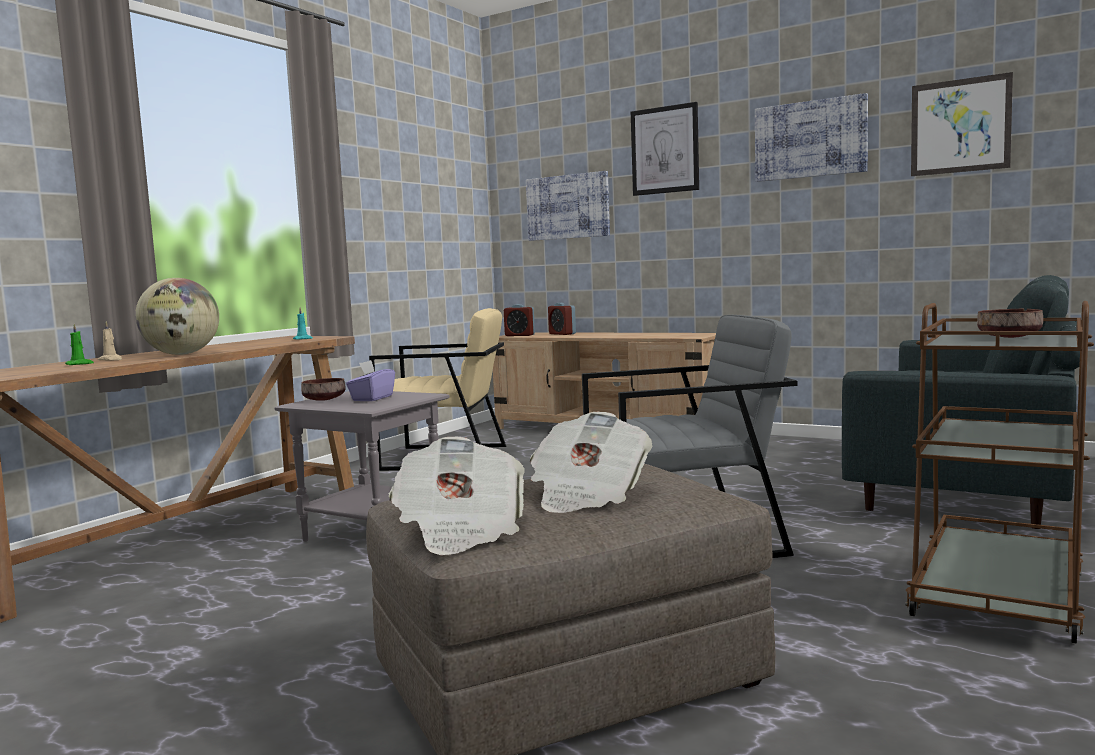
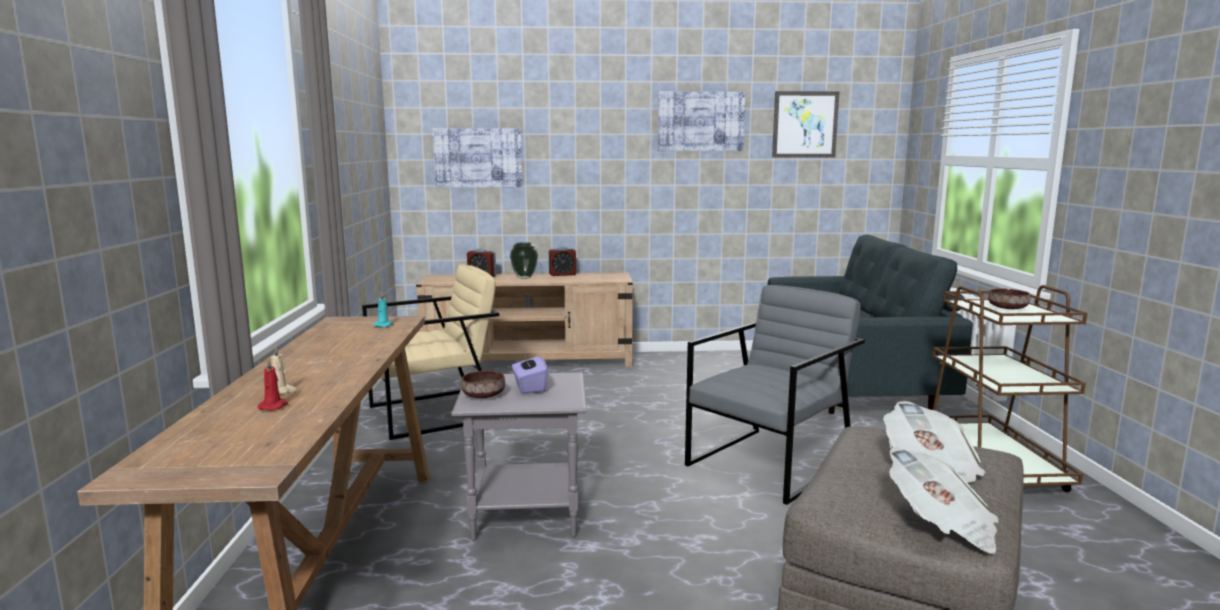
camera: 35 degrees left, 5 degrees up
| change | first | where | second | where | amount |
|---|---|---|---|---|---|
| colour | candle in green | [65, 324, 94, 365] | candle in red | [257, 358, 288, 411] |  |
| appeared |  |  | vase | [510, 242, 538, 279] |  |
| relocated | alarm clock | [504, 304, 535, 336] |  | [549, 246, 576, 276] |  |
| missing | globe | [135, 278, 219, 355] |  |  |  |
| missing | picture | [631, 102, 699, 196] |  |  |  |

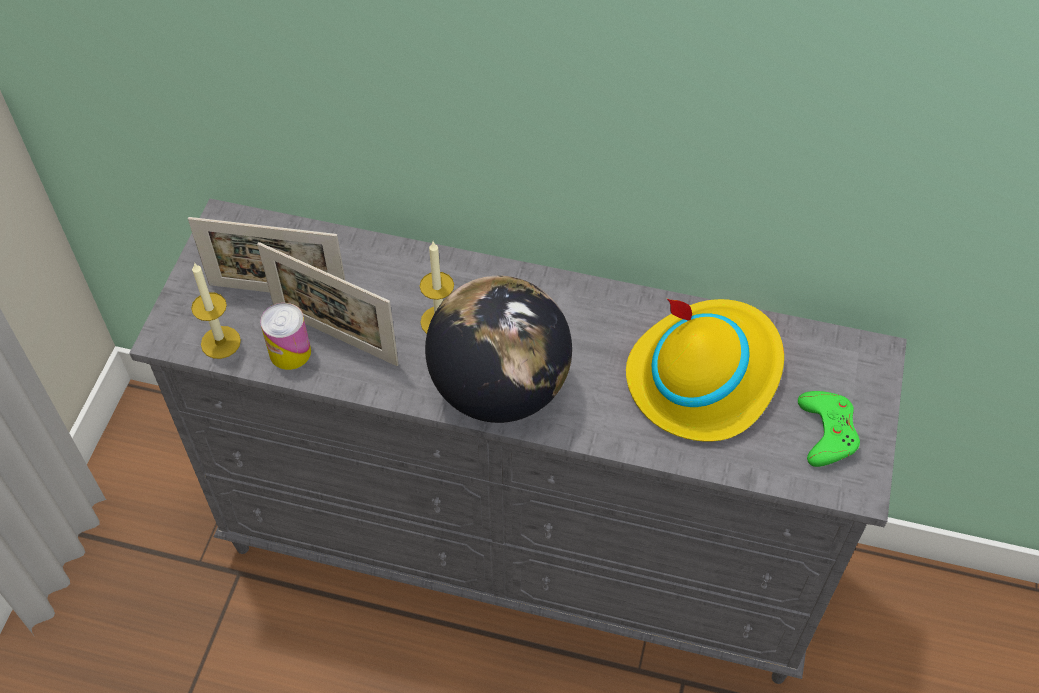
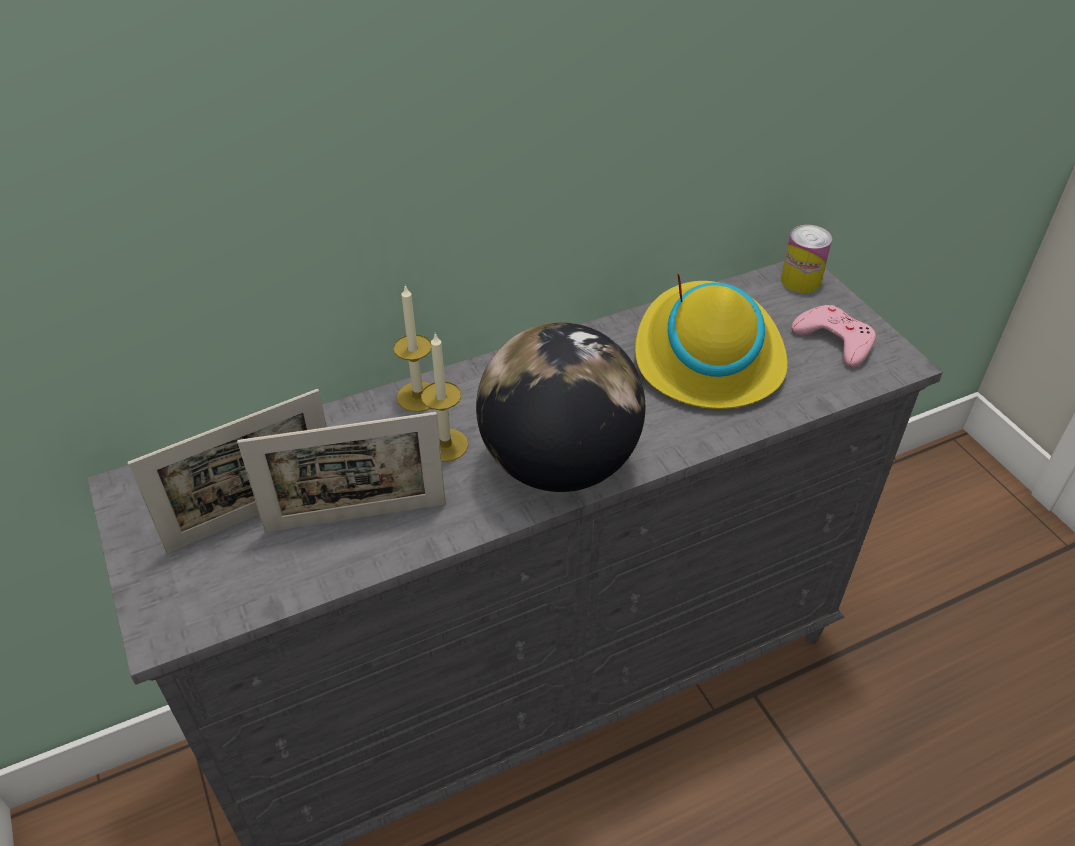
camera: 40 degrees left, 10 degrees down
| change | first | where | second | where | amount |
|---|---|---|---|---|---|
| relocated | candle | [191, 262, 241, 359] |  | [393, 284, 431, 412] |  |
| relocated | can | [260, 303, 311, 370] |  | [781, 225, 832, 293] |  |
| colour | game controller in green | [798, 391, 860, 467] | game controller in pink | [791, 305, 876, 367] |  |

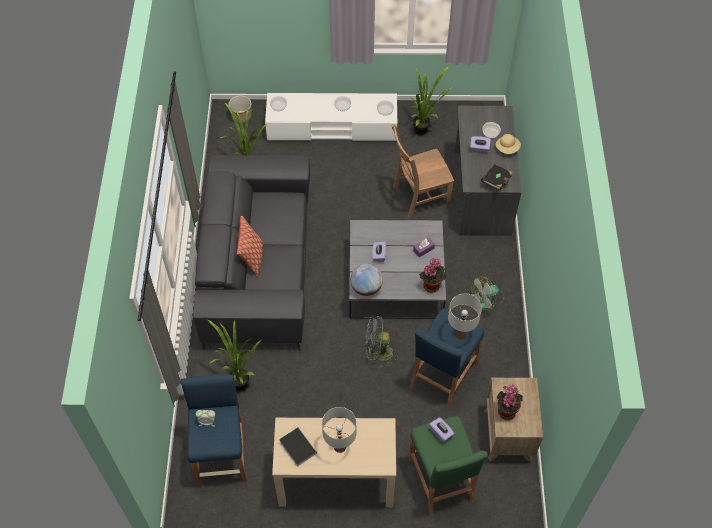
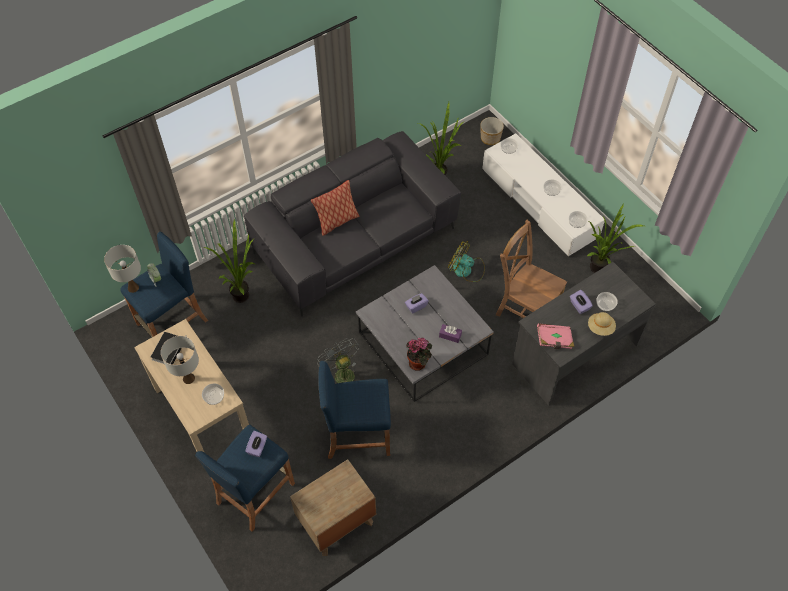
camera: 55 degrees right, 0 degrees up
| change | first | where | second | where | amount |
|---|---|---|---|---|---|
| relocated | table lamp in white | [448, 293, 482, 340] |  | [104, 245, 141, 293] |  |
| colour | stool in green | [408, 416, 488, 516] | stool in blue | [195, 425, 295, 532] |  |
| appeared |  |  | bowl | [202, 384, 224, 405] |  |
| relocated | fan | [472, 276, 504, 310] |  | [448, 241, 485, 282] |  |
| colour | book in black | [481, 164, 513, 190] | book in pink | [537, 323, 574, 349] |  |
| missing | globe | [350, 264, 383, 296] |  |  |  |
| missing | potted plant | [497, 384, 523, 420] |  |  |  |

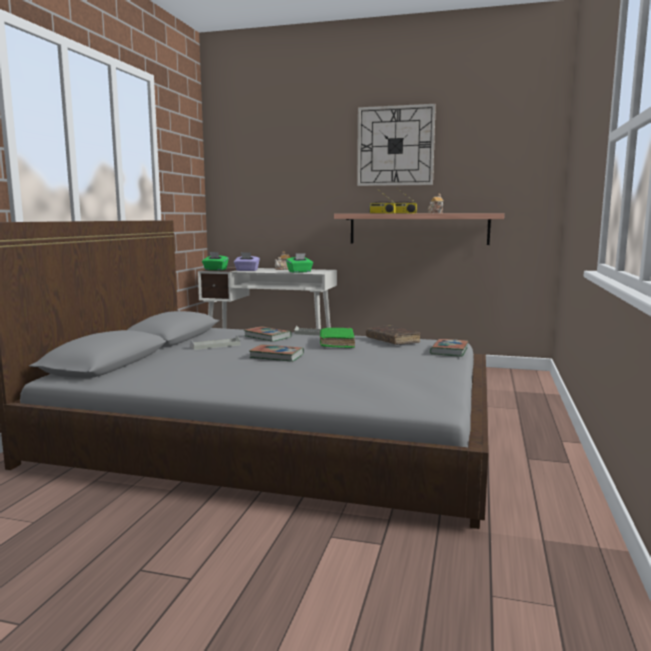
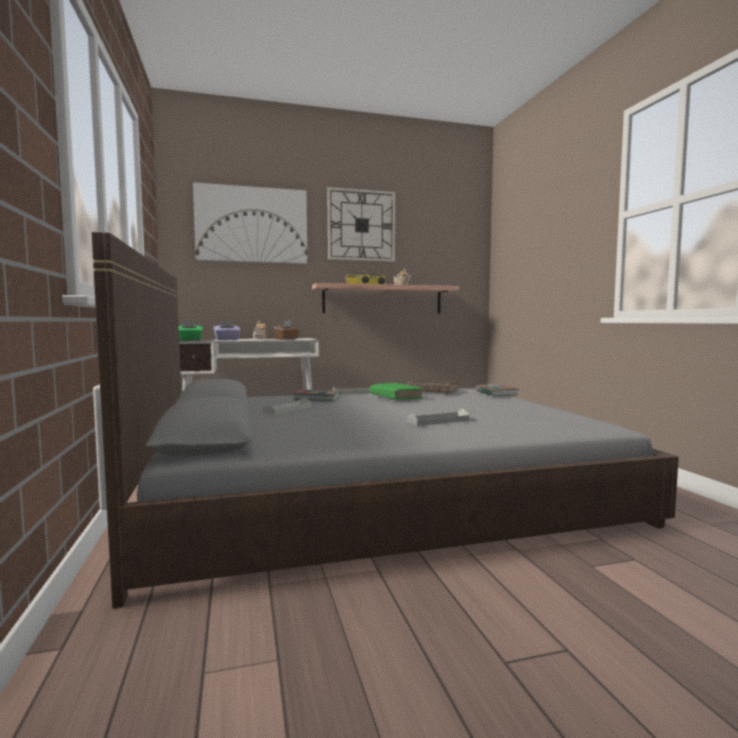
camera: 30 degrees left, 5 degrees down
| change | first | where | second | where | amount |
|---|---|---|---|---|---|
| appeared |  |  | picture | [193, 182, 307, 264] |  |
| colour | tissue box in green | [286, 253, 313, 273] | tissue box in brown | [273, 321, 300, 340] |  |
| appeared |  |  | tray in grey | [407, 409, 469, 426] |  |
| missing | book | [249, 344, 304, 362] |  |  |  |

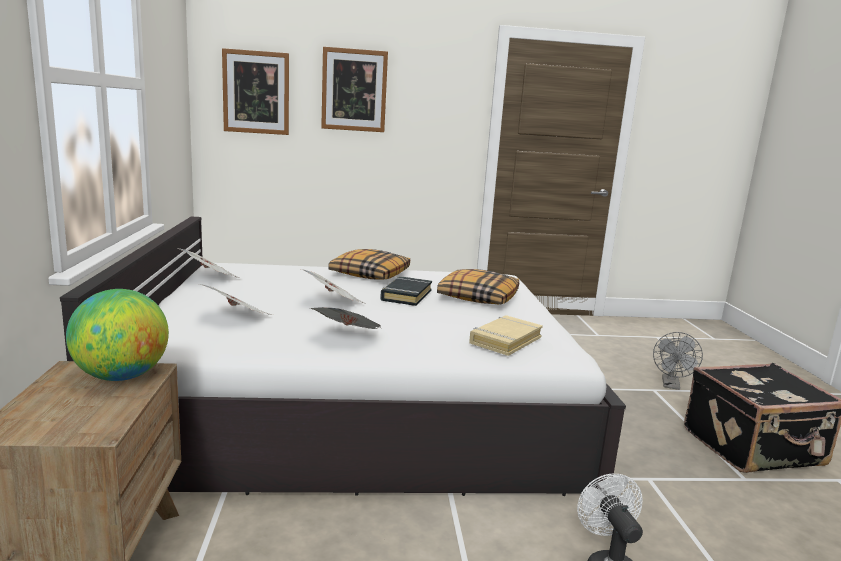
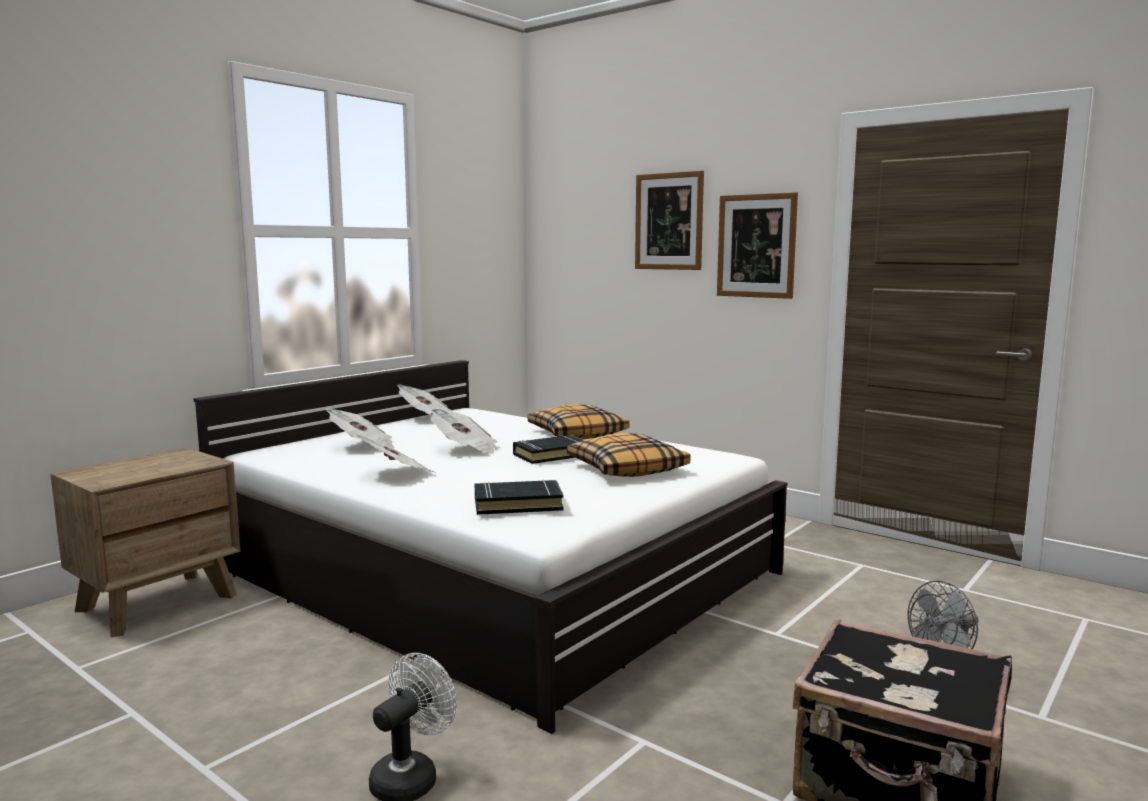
camera: 45 degrees right, 5 degrees down
| change | first | where | second | where | amount |
|---|---|---|---|---|---|
| colour | book in beige | [469, 315, 543, 356] | book in black | [475, 479, 564, 515] |  |
| relocated | picture | [222, 48, 289, 135] |  | [717, 192, 798, 299] |  |
| missing | globe | [66, 289, 169, 381] |  |  |  |

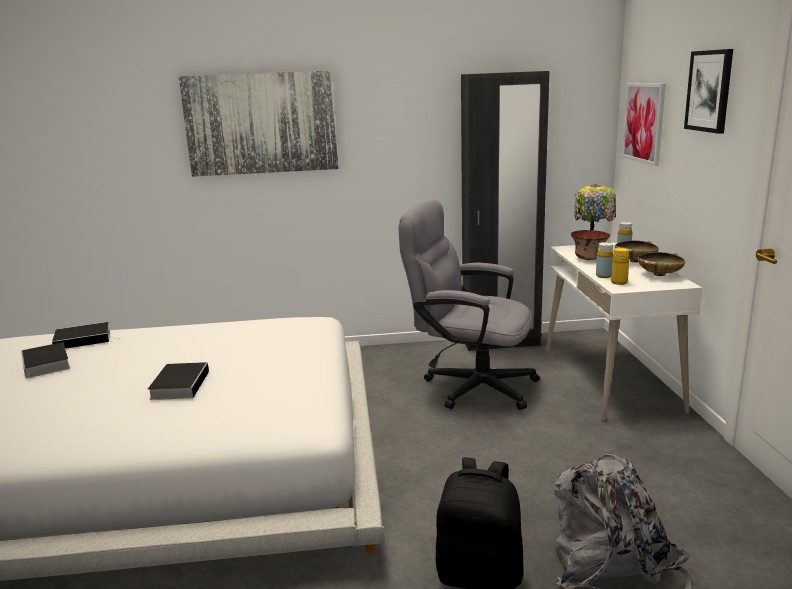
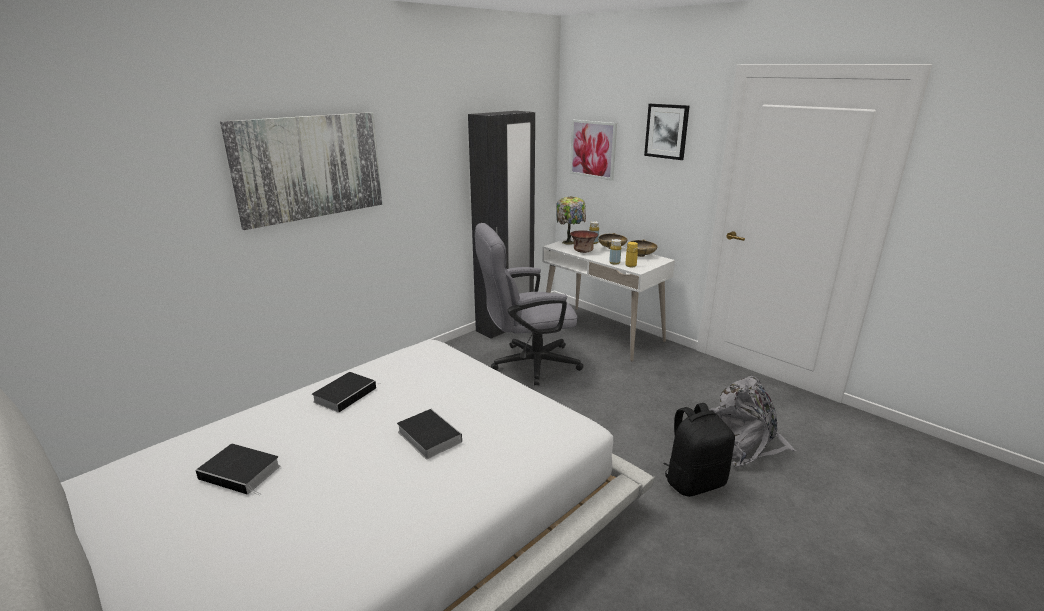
camera: 40 degrees left, 5 degrees up
| change | first | where | second | where | amount |
|---|---|---|---|---|---|
| relocated | book | [52, 322, 118, 349] |  | [312, 372, 381, 413] |  |

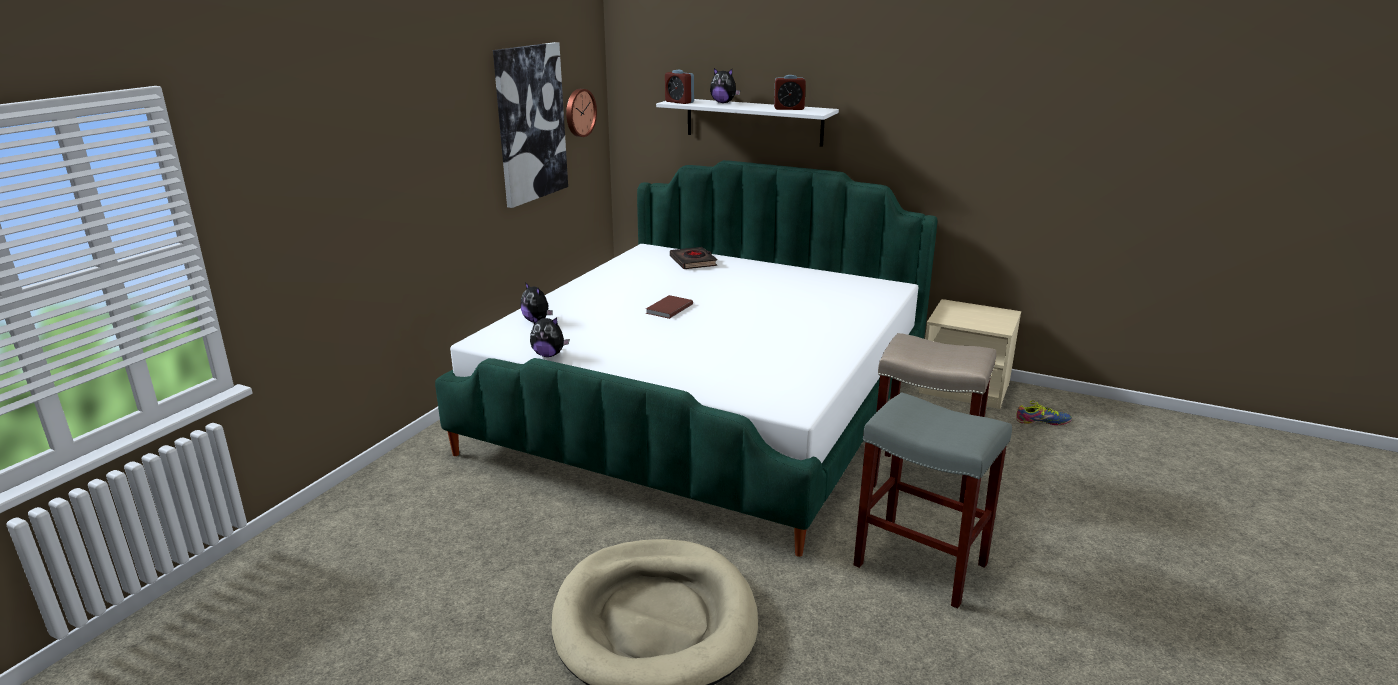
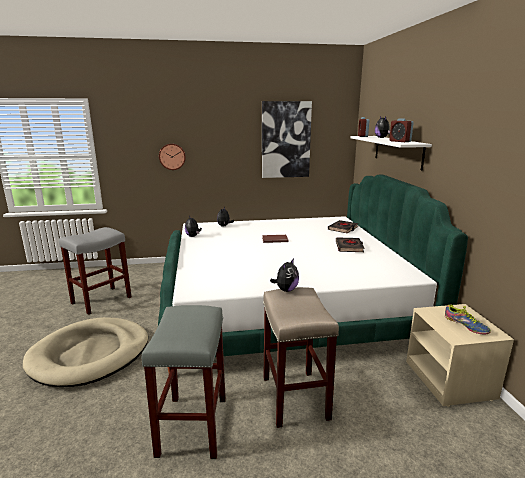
camera: 55 degrees right, 5 degrees down
| change | first | where | second | where | amount |
|---|---|---|---|---|---|
| appeared |  |  | stool in grey | [59, 227, 132, 315] |  |
| relocated | wall clock | [566, 89, 597, 137] |  | [159, 143, 186, 170] |  |
| appeared |  |  | plush toy | [270, 258, 299, 292] |  |
| appeared |  |  | book in black | [336, 237, 364, 252] |  |
| relocated | shoe | [1016, 401, 1072, 425] |  | [445, 304, 491, 334] |  |

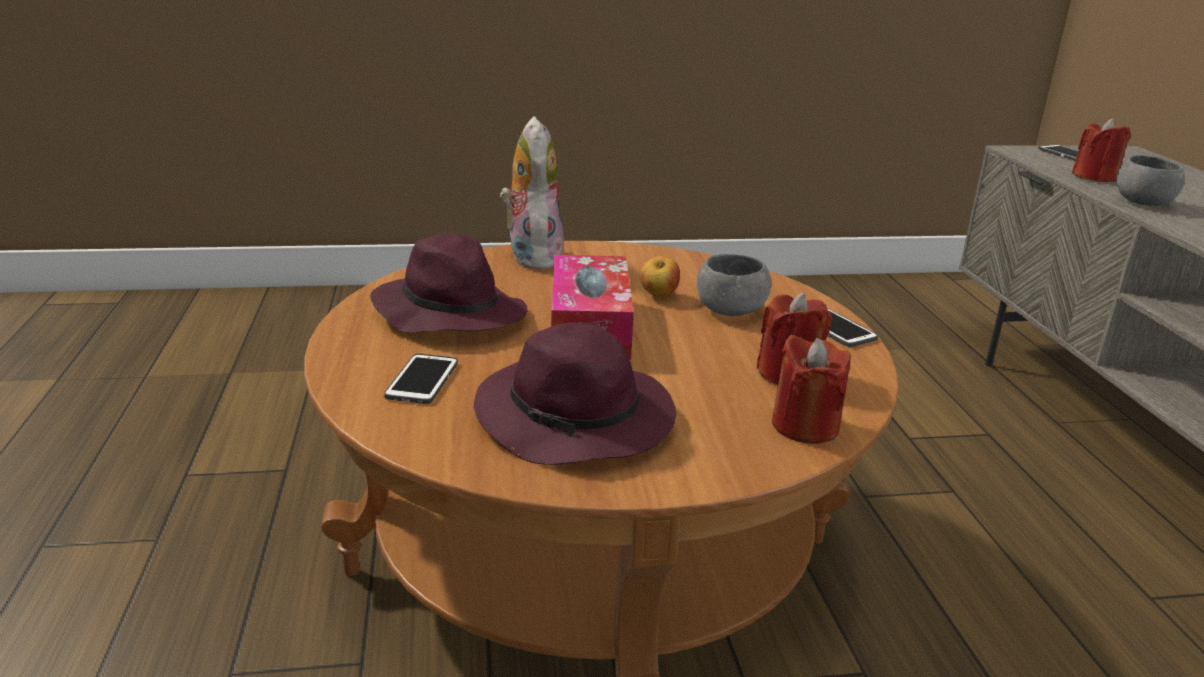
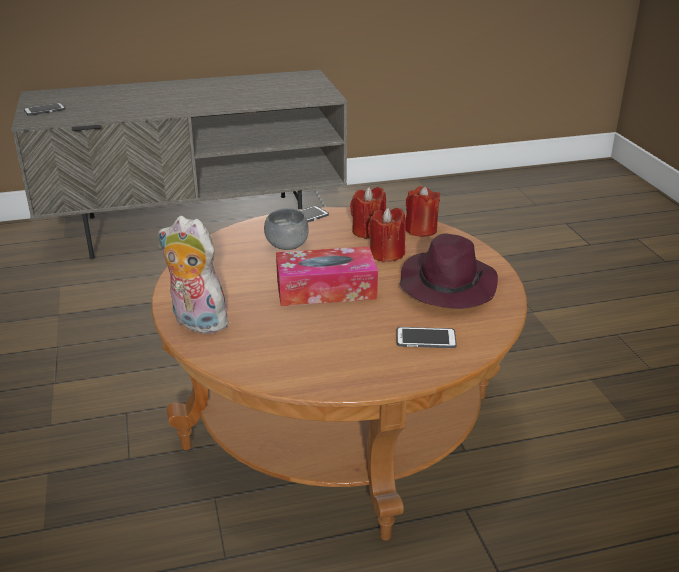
camera: 95 degrees left, 5 degrees up
| change | first | where | second | where | amount |
|---|---|---|---|---|---|
| spun | plush toy | [500, 116, 564, 270] |  | [158, 216, 235, 334] | 45 degrees clockwise |
| relocated | candle in red | [1072, 118, 1130, 182] |  | [368, 208, 406, 262] |  |
| missing | hat in purple | [370, 232, 527, 333] |  |  |  |
| missing | apple | [640, 256, 680, 298] |  |  |  |
| missing | bowl in grey | [1116, 155, 1185, 206] |  |  |  |

